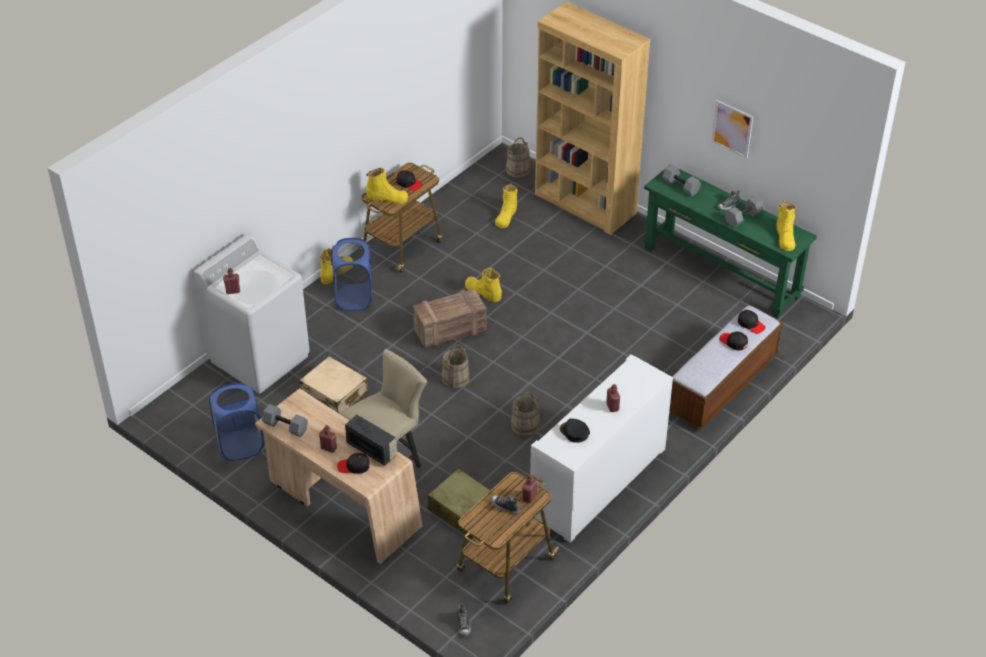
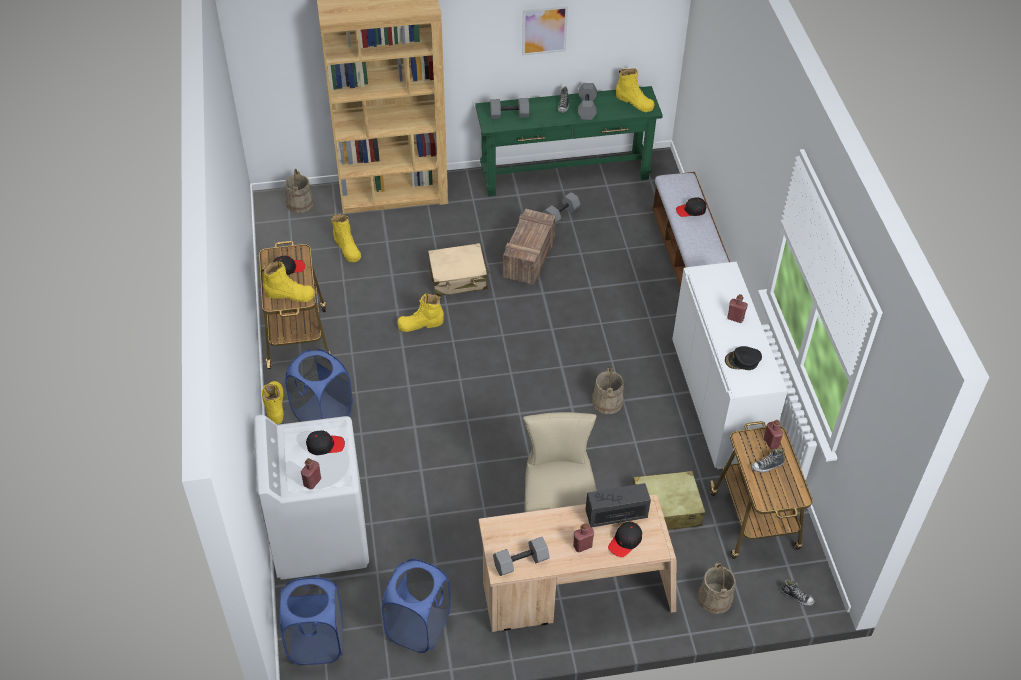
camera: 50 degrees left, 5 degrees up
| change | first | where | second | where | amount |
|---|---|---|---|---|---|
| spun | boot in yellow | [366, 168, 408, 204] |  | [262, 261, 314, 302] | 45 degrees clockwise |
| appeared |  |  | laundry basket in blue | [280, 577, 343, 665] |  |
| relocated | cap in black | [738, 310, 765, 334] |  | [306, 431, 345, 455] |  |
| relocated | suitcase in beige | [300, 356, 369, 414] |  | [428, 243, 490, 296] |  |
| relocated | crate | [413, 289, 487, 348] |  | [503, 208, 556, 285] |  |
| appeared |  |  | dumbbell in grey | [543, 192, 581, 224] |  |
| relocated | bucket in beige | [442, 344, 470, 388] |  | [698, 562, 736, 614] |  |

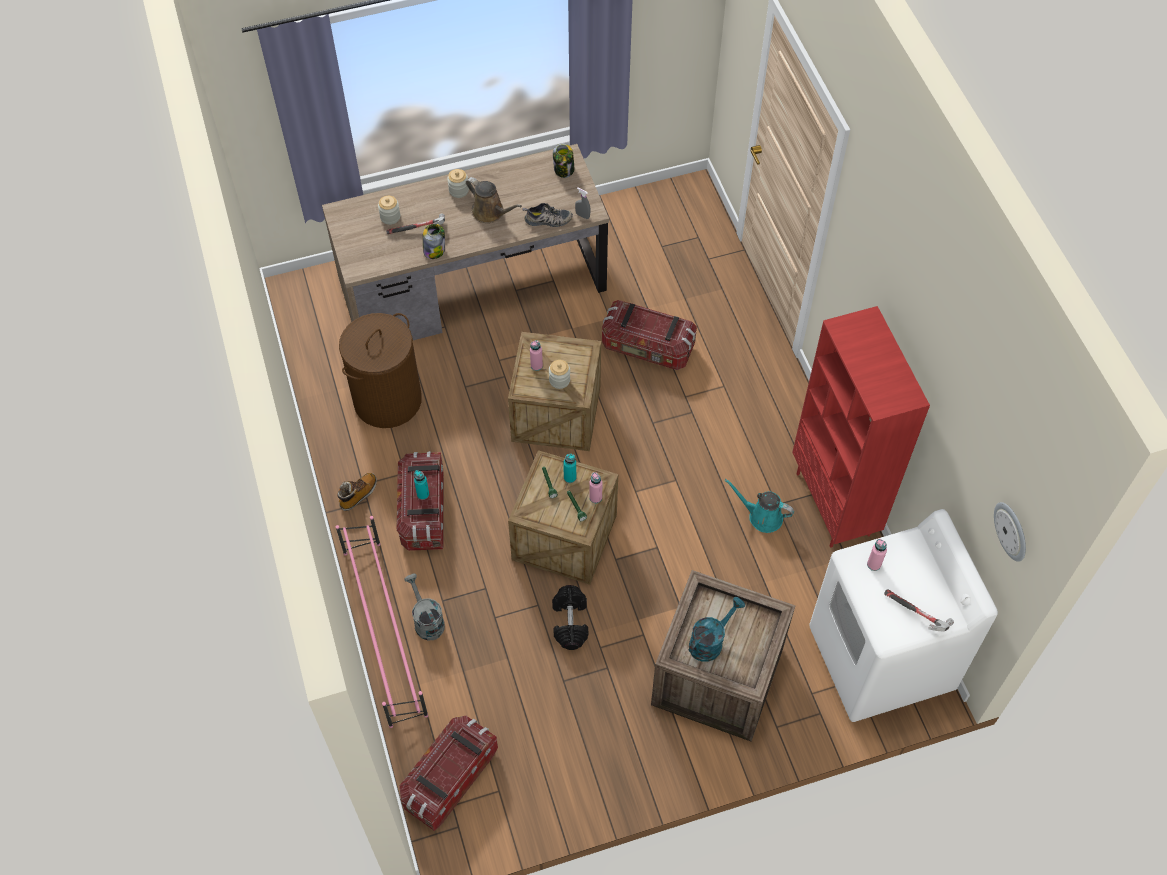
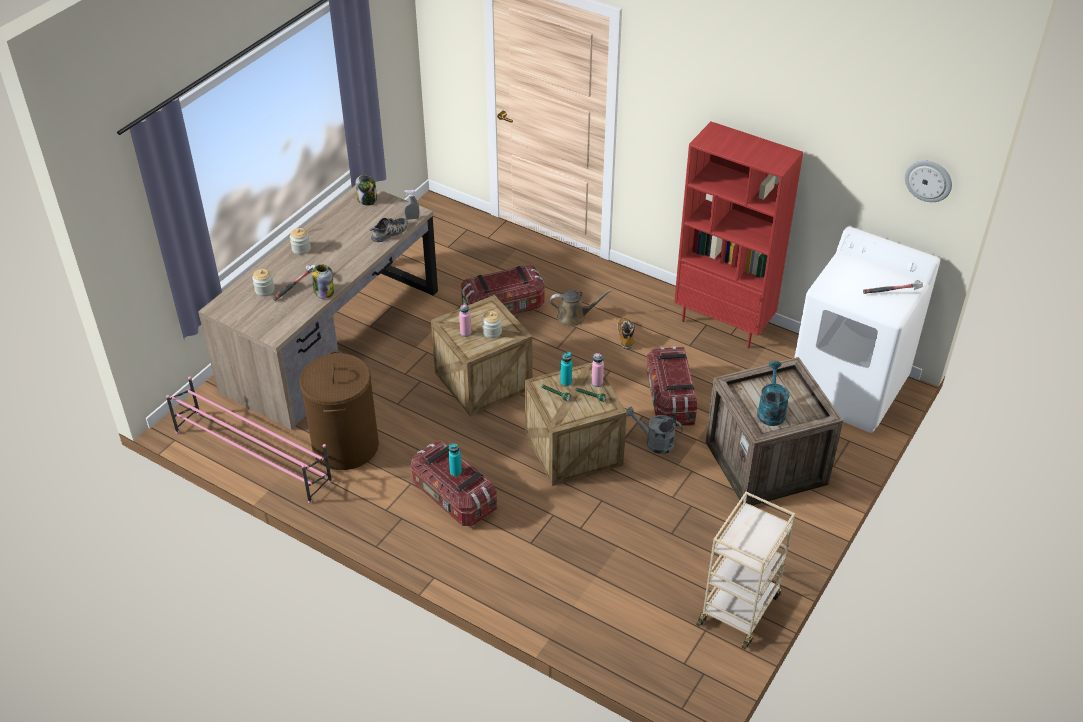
camera: 40 degrees left, 15 degrees down
| change | first | where | second | where | amount |
|---|---|---|---|---|---|
| relocated | shoe rack in pink | [336, 516, 428, 728] |  | [166, 377, 332, 504] |  |
| relocated | watering can in brown | [466, 177, 522, 223] |  | [550, 290, 612, 327] |  |
| relocated | boot | [337, 473, 377, 511] |  | [617, 318, 635, 350] |  |
| relocated | watering can in grey | [404, 574, 445, 640] |  | [626, 407, 683, 454] |  |
| relocated | storage box | [399, 716, 498, 831] |  | [647, 346, 697, 426] |  |
| appeared |  |  | cart in beige | [696, 492, 795, 649] |  |
| missing | dumbbell in black | [552, 585, 588, 650] |  |  |  |
| missing | watering can in turquoise | [725, 479, 794, 533] |  |  |  |
| missing | bottle in pink | [867, 539, 887, 571] |  |  |  |

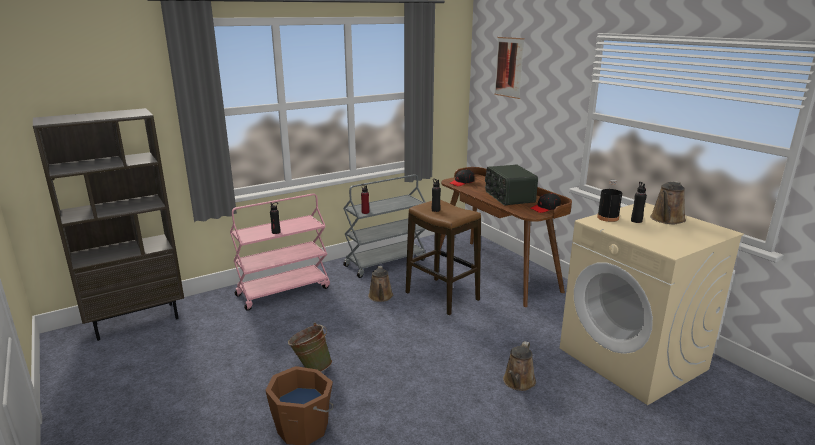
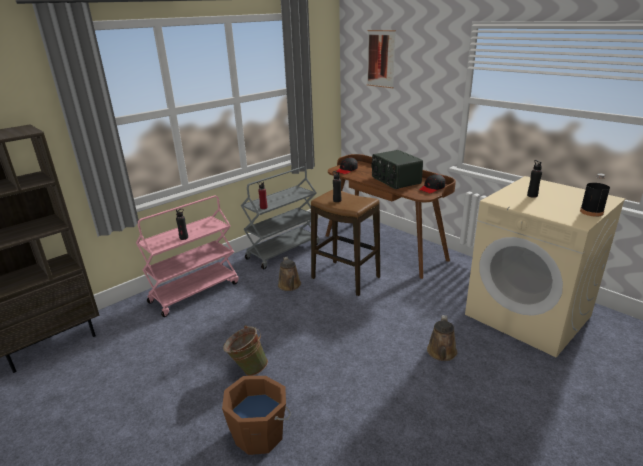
camera: 10 degrees left, 5 degrees up
| change | first | where | second | where | amount |
|---|---|---|---|---|---|
| relocated | bottle in black | [597, 179, 622, 222] |  | [580, 173, 610, 217] |  |
| missing | watering can in brown | [650, 181, 686, 224] |  |  |  |

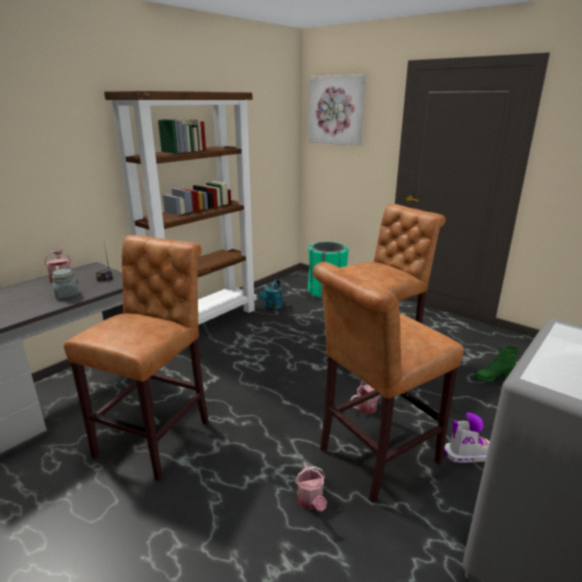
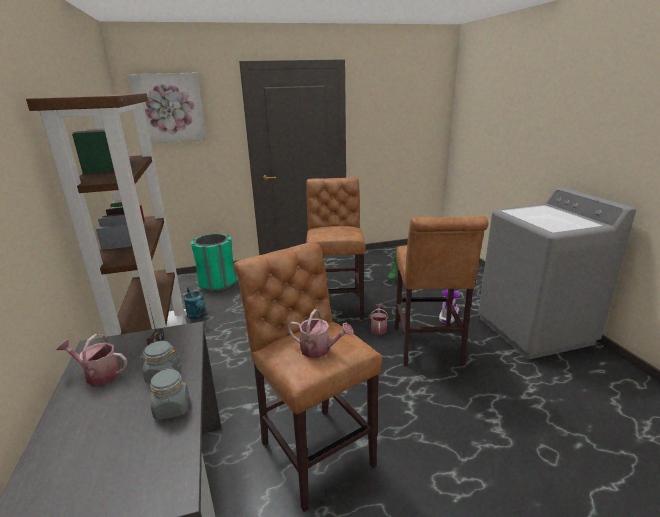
camera: 55 degrees left, 0 degrees up
| change | first | where | second | where | amount |
|---|---|---|---|---|---|
| appeared |  |  | jar in grey | [150, 367, 189, 420] |  |
| relocated | watering can | [295, 462, 327, 511] |  | [287, 309, 353, 358] |  |

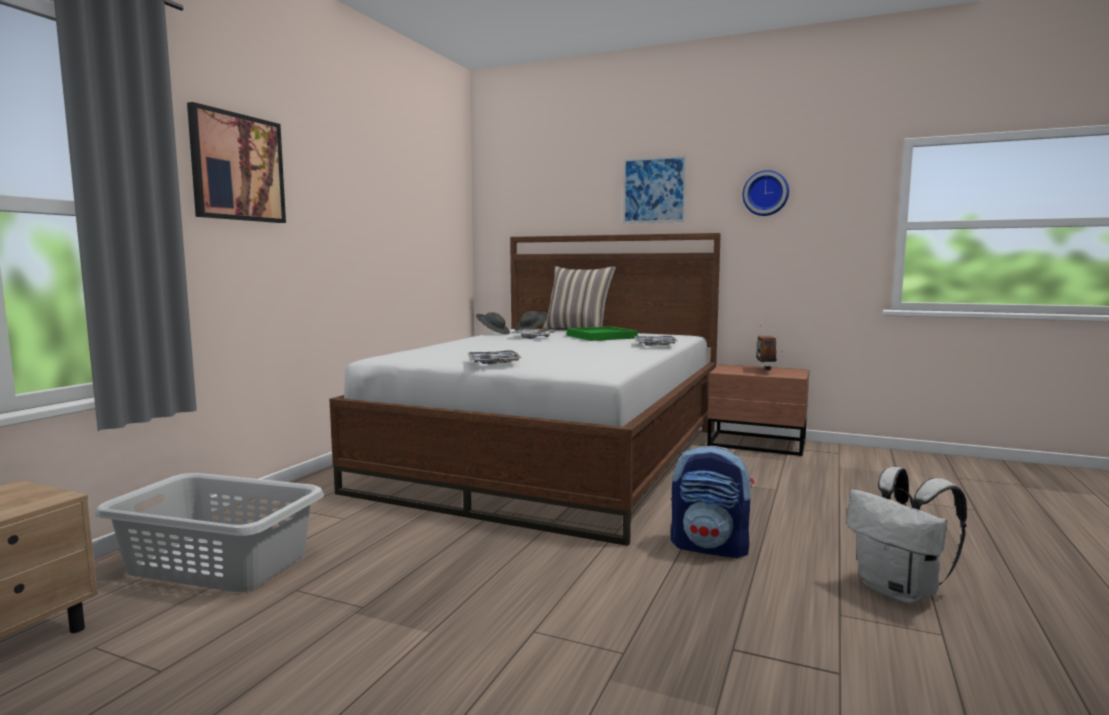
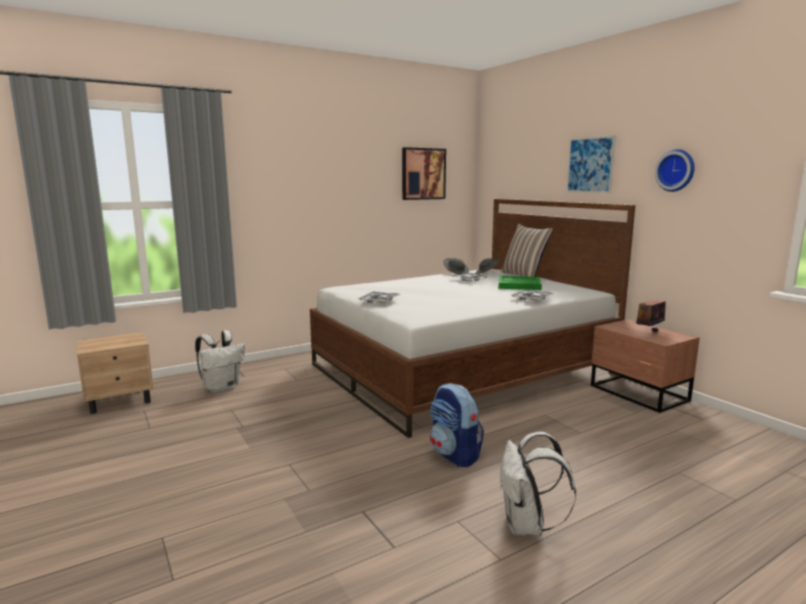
camera: 35 degrees right, 5 degrees up
| change | first | where | second | where | amount |
|---|---|---|---|---|---|
| exchanged | laundry basket in grey | [95, 473, 324, 592] | backpack in white | [195, 330, 245, 393] |  |
| relocated | picture | [187, 102, 286, 223] |  | [402, 147, 446, 200] |  |

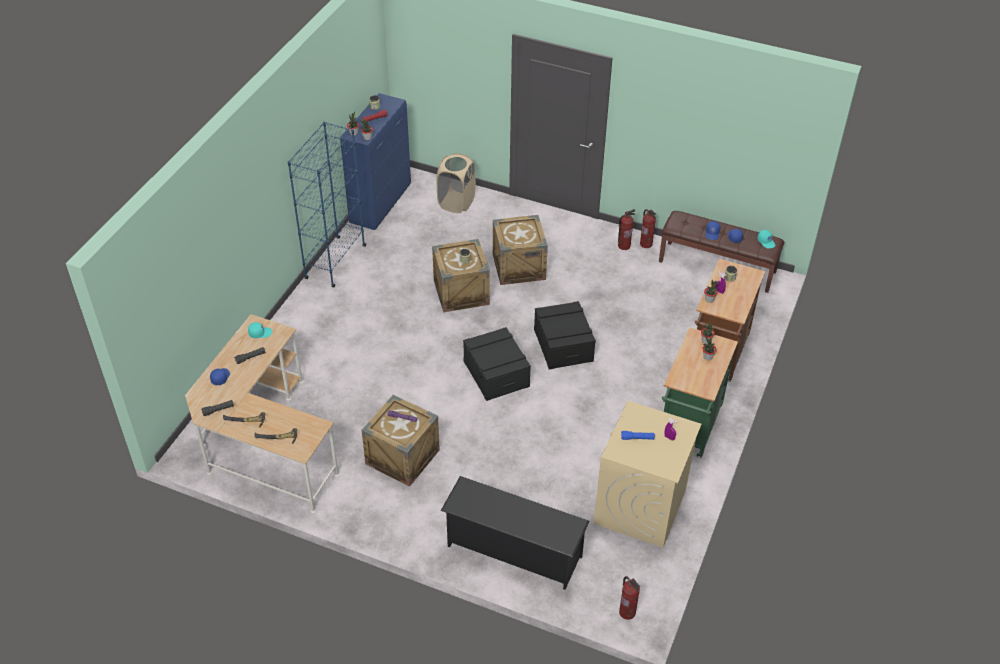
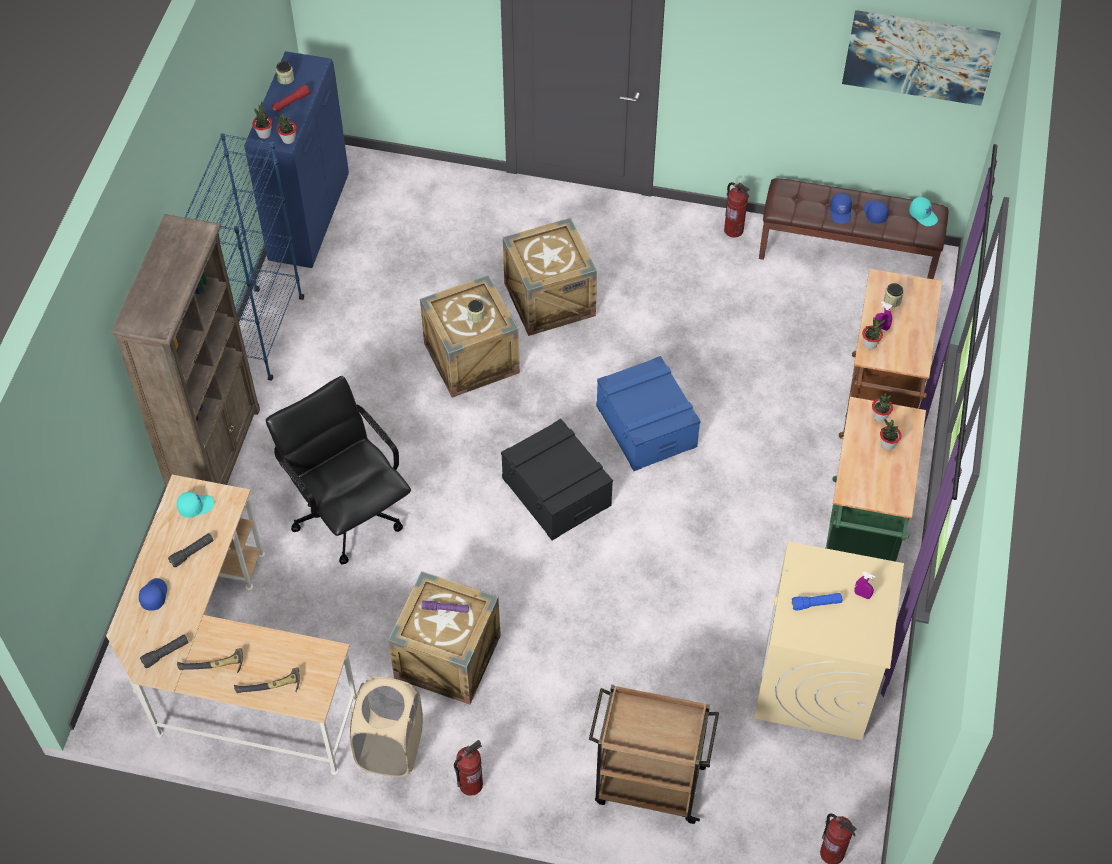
camera: 10 degrees left, 10 degrees up
| change | first | where | second | where | amount |
|---|---|---|---|---|---|
| appeared |  |  | bookcase in brown | [111, 214, 260, 488] |  |
| appeared |  |  | office chair in black | [266, 376, 411, 564] |  |
| relocated | laundry basket in beige | [436, 153, 476, 213] |  | [350, 677, 423, 777] |  |
| relocated | fire extinguisher | [618, 209, 635, 250] |  | [454, 740, 483, 796] |  |
| exchanged | shoe rack in black | [441, 476, 590, 590] | cart in brown | [589, 684, 719, 824] |  |
| colour | storage box in black | [534, 301, 596, 370] | storage box in blue | [596, 356, 701, 471] |  |
| appeared |  |  | picture | [842, 10, 1001, 106] |  |

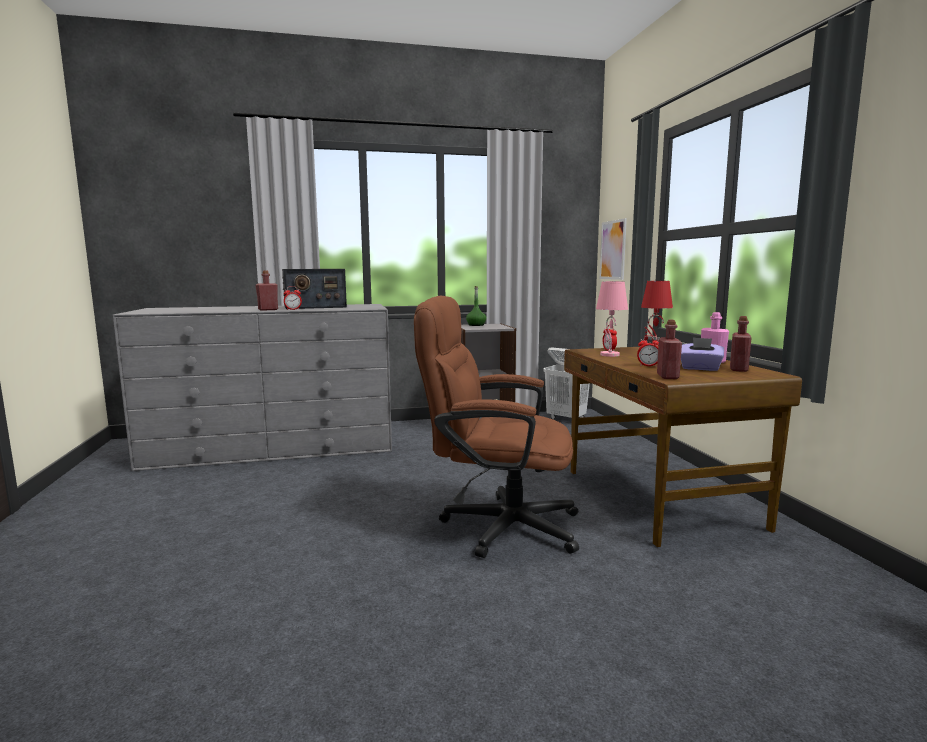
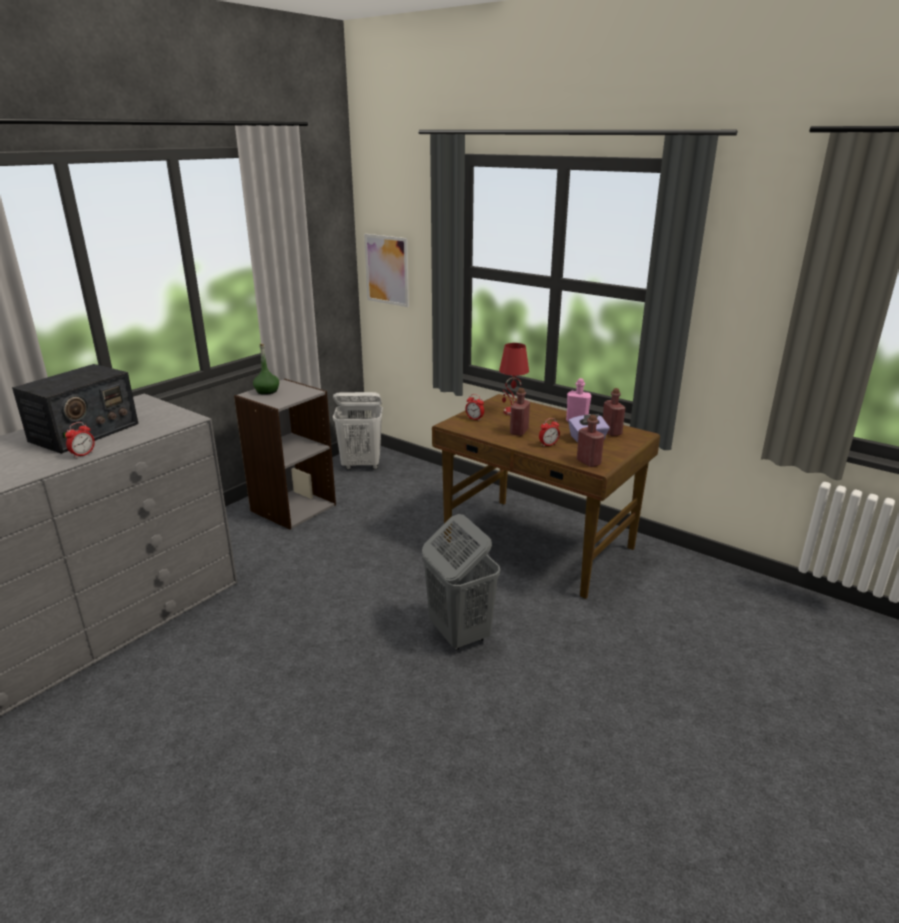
camera: 40 degrees left, 15 degrees up
| change | first | where | second | where | amount |
|---|---|---|---|---|---|
| exchanged | office chair in brown | [414, 296, 579, 558] | laundry basket in grey | [422, 514, 501, 650] |  |
| relocated | bottle in red | [255, 270, 278, 311] |  | [510, 388, 530, 436] |  |
| missing | table lamp in pink | [596, 281, 628, 357] |  |  |  |

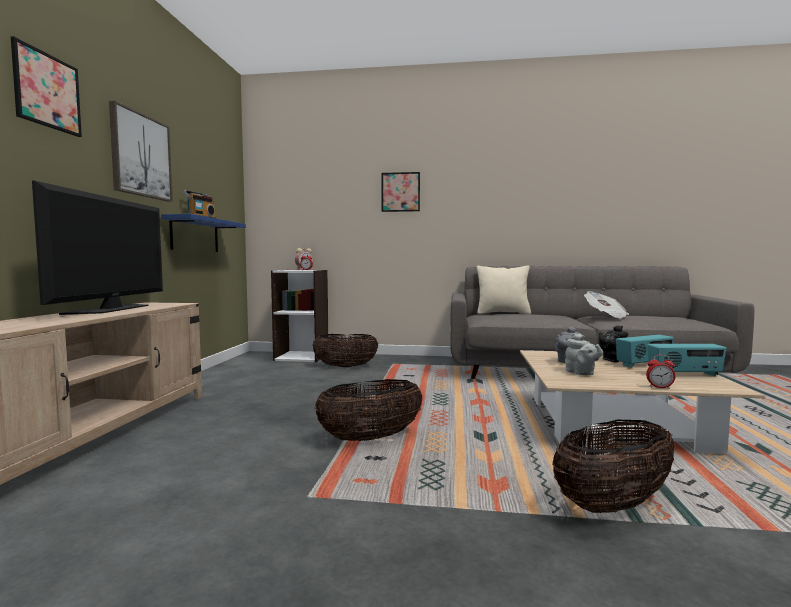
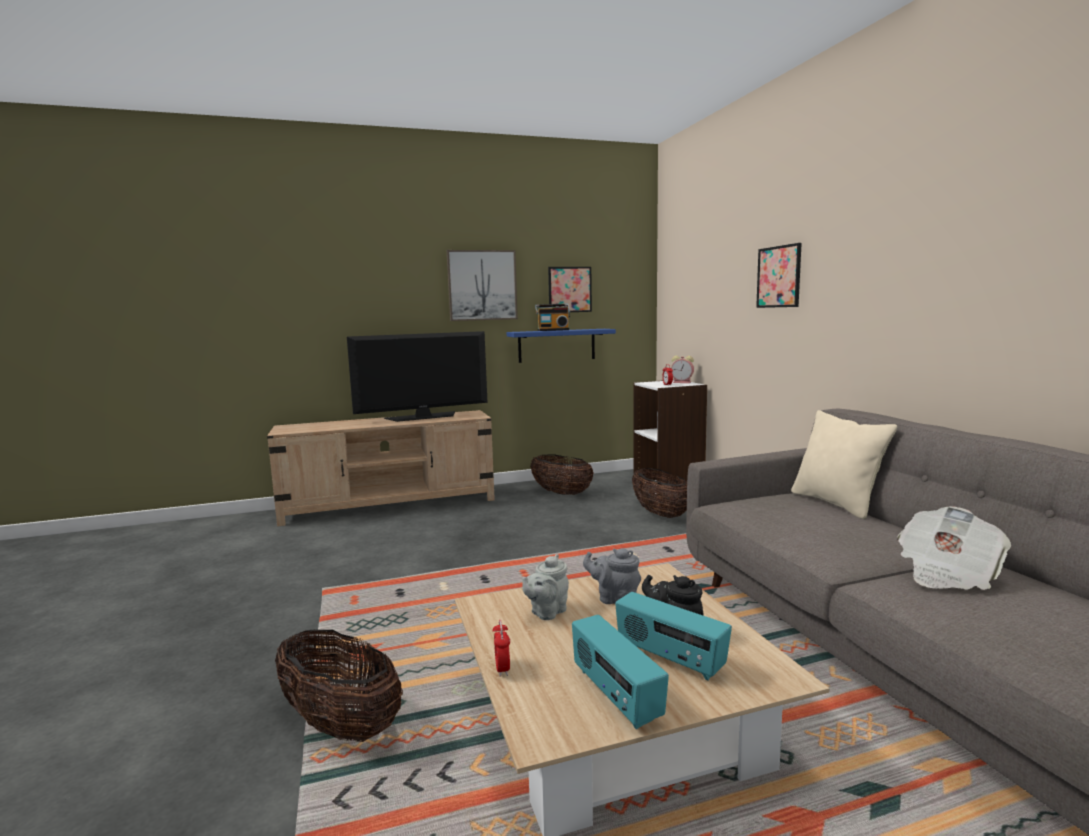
camera: 65 degrees right, 5 degrees up
| change | first | where | second | where | amount |
|---|---|---|---|---|---|
| relocated | basket | [315, 379, 422, 441] |  | [530, 454, 594, 495] |  |
| relocated | picture | [11, 36, 82, 137] |  | [548, 267, 592, 312] |  |

